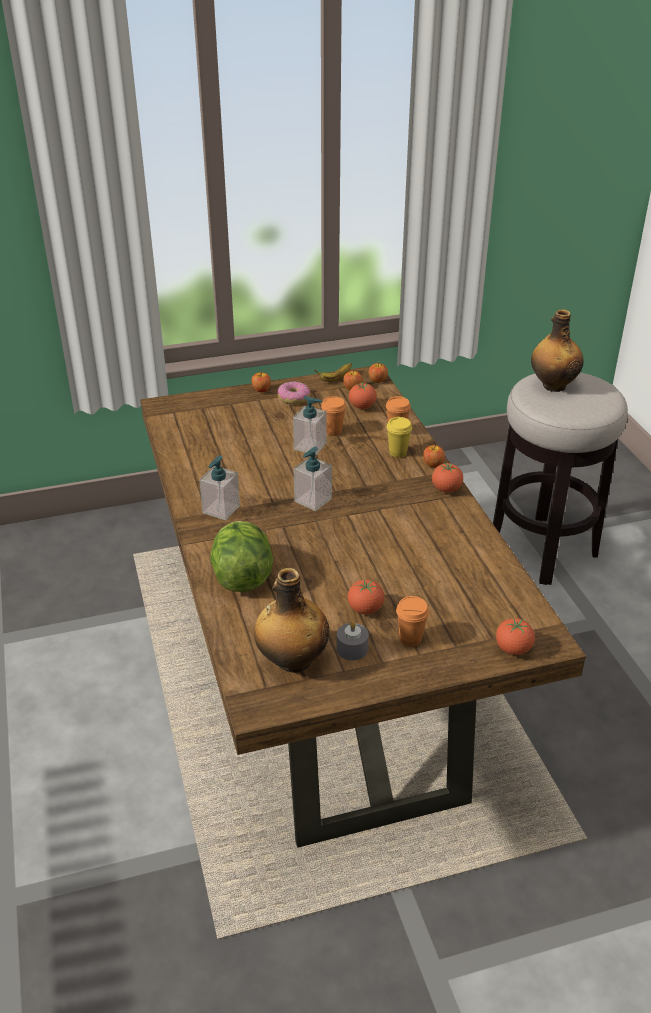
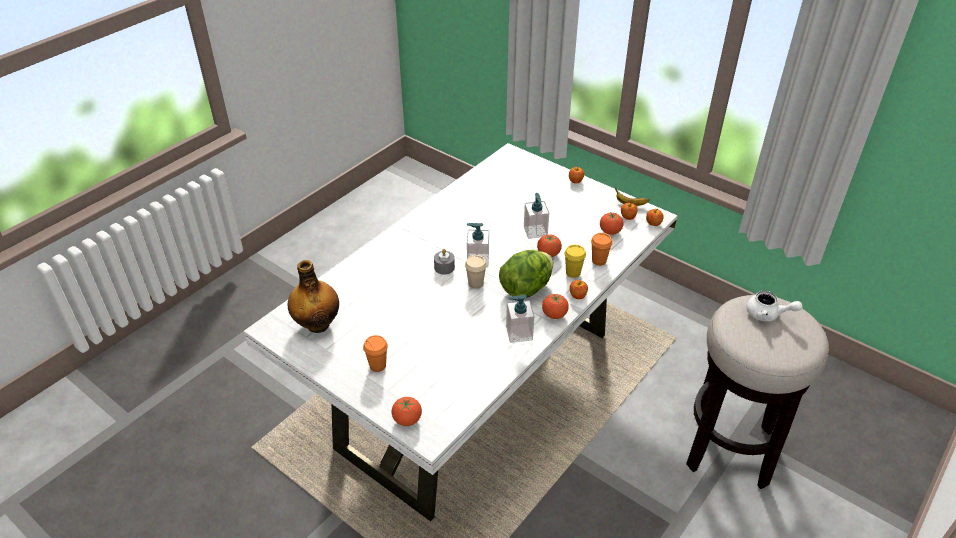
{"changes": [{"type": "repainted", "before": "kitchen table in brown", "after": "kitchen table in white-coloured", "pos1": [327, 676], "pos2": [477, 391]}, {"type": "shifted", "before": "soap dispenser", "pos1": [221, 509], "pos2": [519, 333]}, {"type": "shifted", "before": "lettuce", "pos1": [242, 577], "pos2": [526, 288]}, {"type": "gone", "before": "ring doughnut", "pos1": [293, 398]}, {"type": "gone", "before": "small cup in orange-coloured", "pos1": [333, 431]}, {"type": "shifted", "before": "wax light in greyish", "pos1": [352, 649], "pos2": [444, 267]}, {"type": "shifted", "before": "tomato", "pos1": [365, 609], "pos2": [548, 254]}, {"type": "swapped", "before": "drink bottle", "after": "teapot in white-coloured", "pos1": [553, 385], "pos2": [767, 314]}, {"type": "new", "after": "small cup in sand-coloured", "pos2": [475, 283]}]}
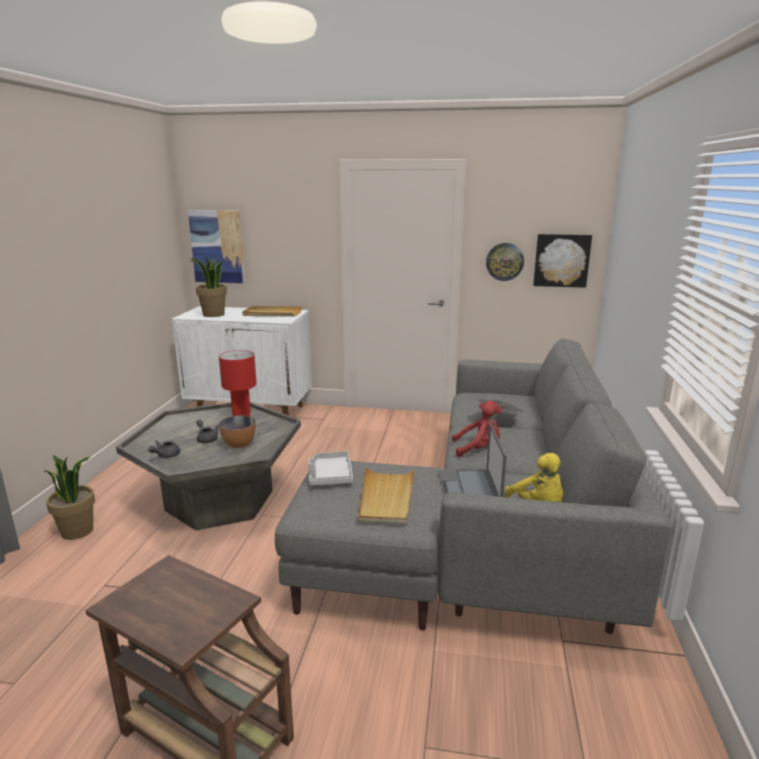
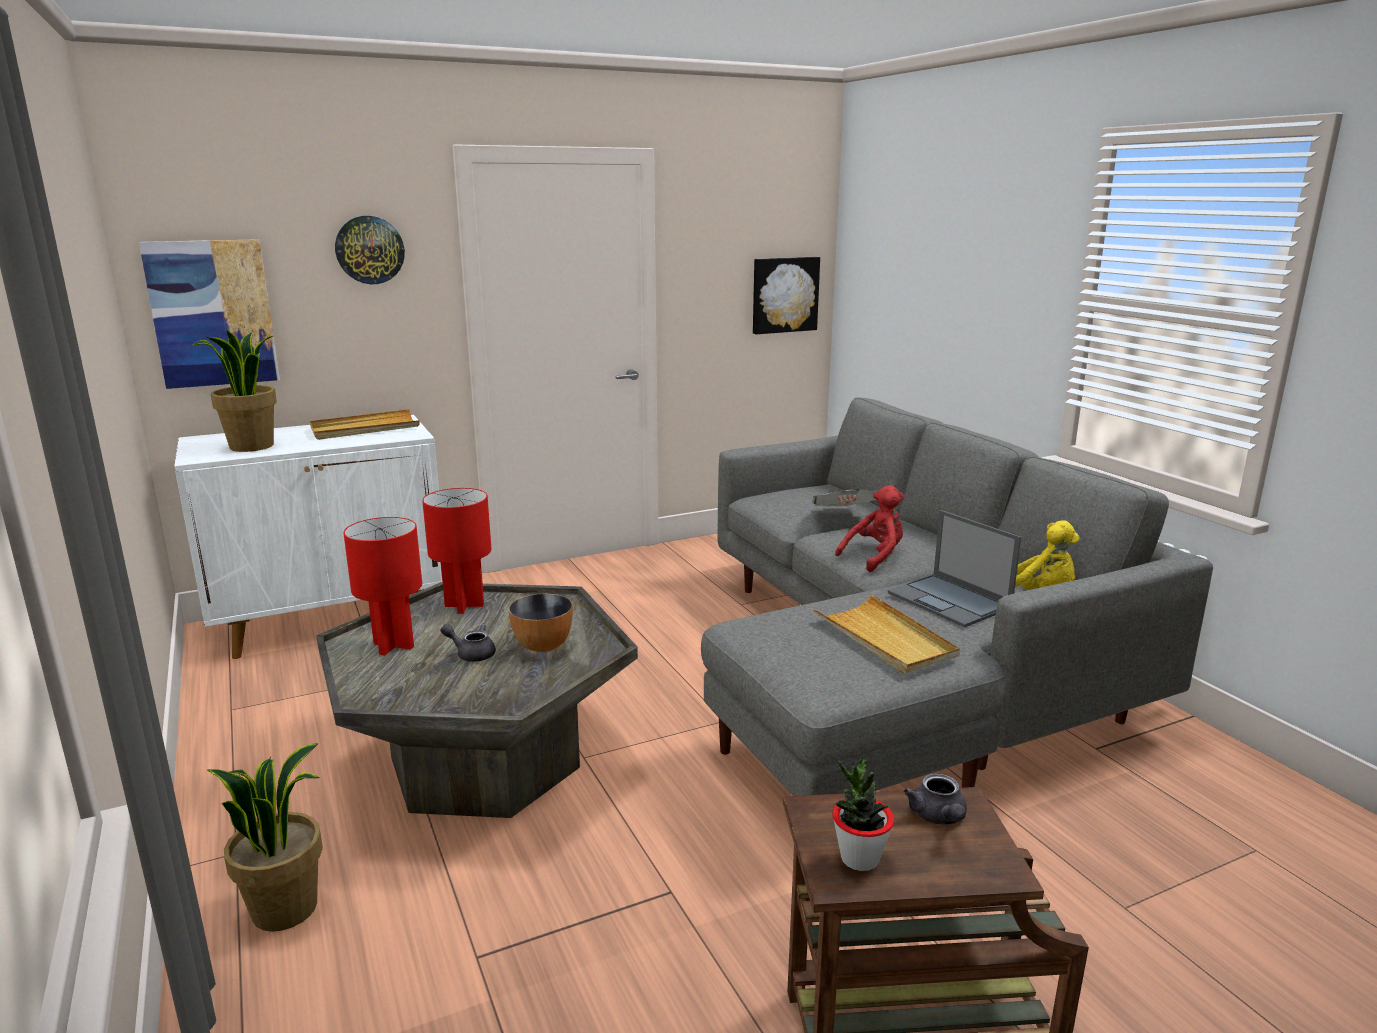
{"changes": [{"type": "shifted", "before": "teapot in greyish", "pos1": [165, 455], "pos2": [939, 817]}, {"type": "gone", "before": "serving tray in greyish", "pos1": [330, 476]}, {"type": "shifted", "before": "wall clock", "pos1": [504, 261], "pos2": [369, 250]}, {"type": "new", "after": "table lamp in red-coloured", "pos2": [394, 645]}, {"type": "new", "after": "potted plant", "pos2": [859, 859]}]}
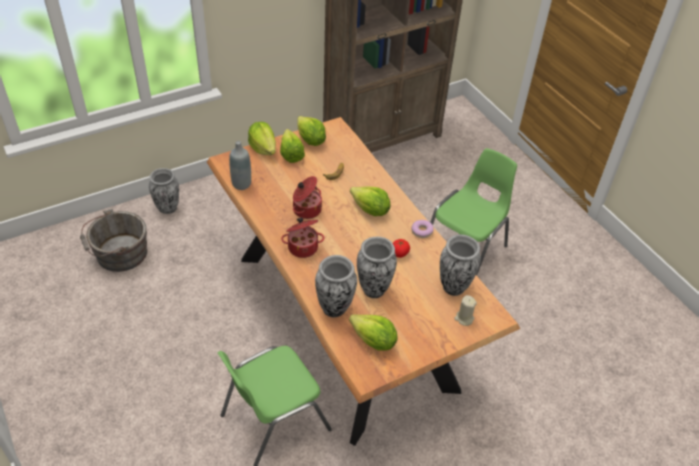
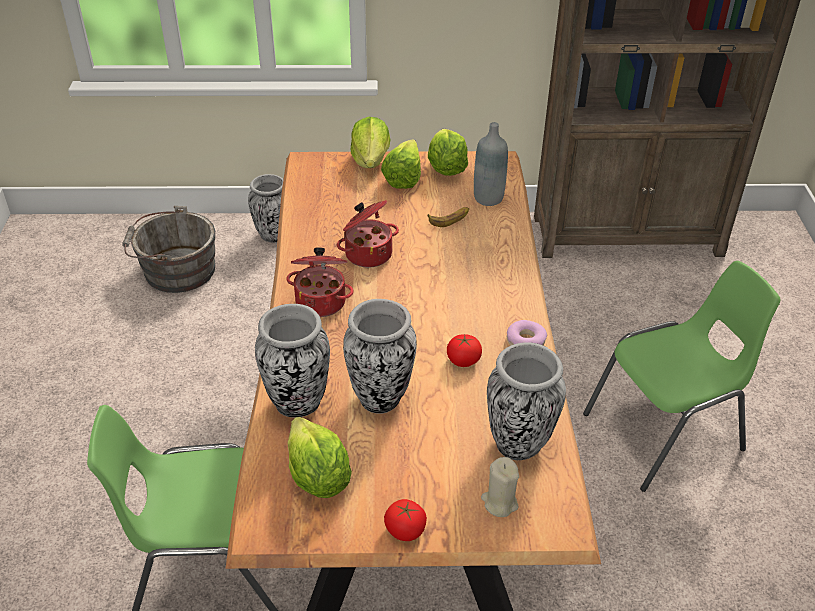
{"changes": [{"type": "shifted", "before": "drink bottle in greyish", "pos1": [241, 184], "pos2": [488, 198]}, {"type": "gone", "before": "lettuce", "pos1": [370, 210]}, {"type": "new", "after": "tomato", "pos2": [405, 530]}]}
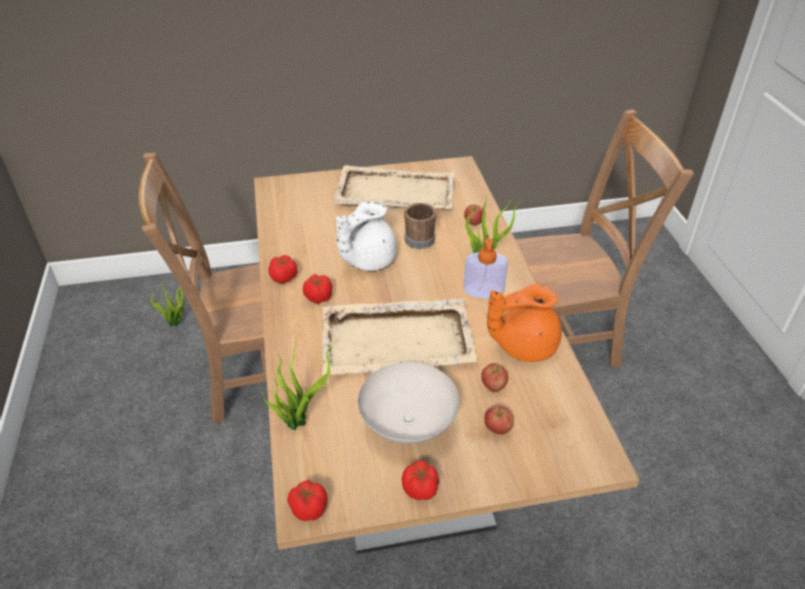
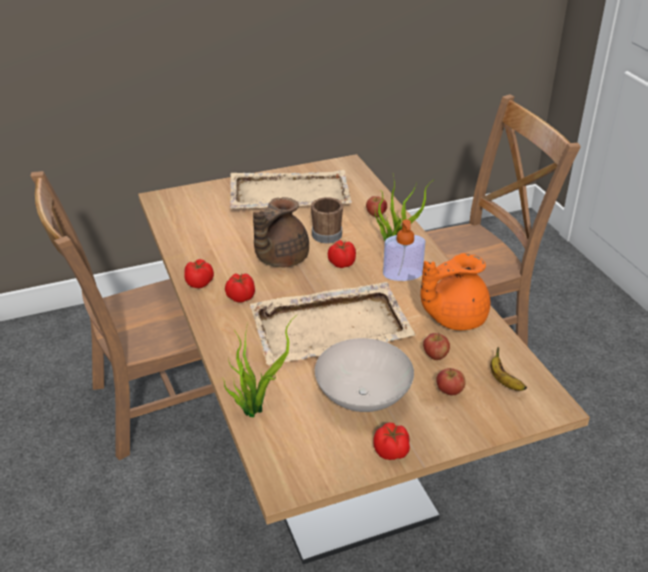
{"changes": [{"type": "gone", "before": "potted plant", "pos1": [176, 322]}, {"type": "shifted", "before": "tomato", "pos1": [308, 509], "pos2": [341, 263]}, {"type": "repainted", "before": "teapot in white-coloured", "after": "teapot in brown", "pos1": [367, 260], "pos2": [279, 258]}, {"type": "new", "after": "banana fruit", "pos2": [504, 381]}]}
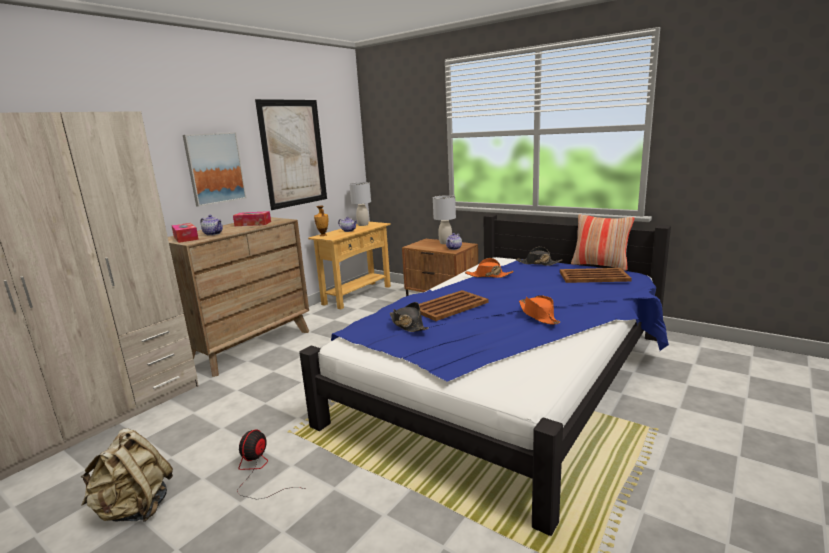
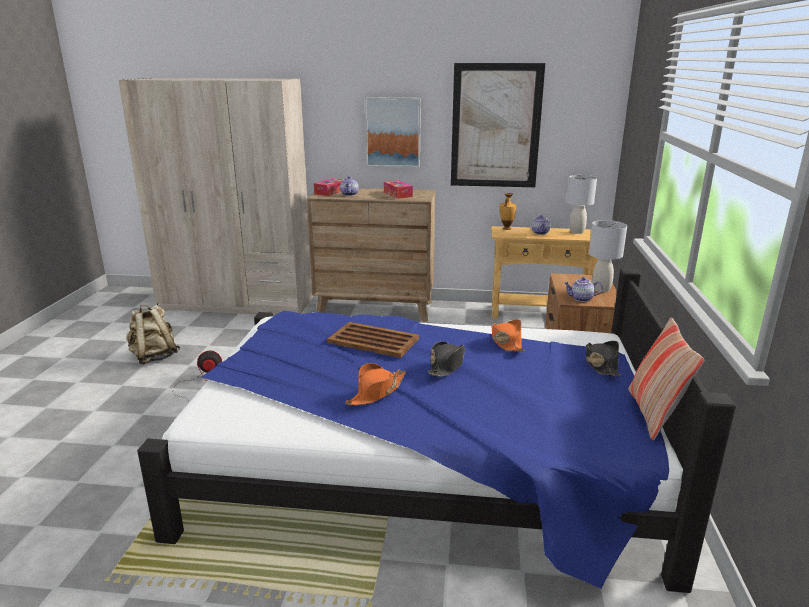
{"changes": [{"type": "shifted", "before": "wearable hat in black", "pos1": [408, 325], "pos2": [447, 365]}, {"type": "gone", "before": "serving tray in brown", "pos1": [594, 276]}]}
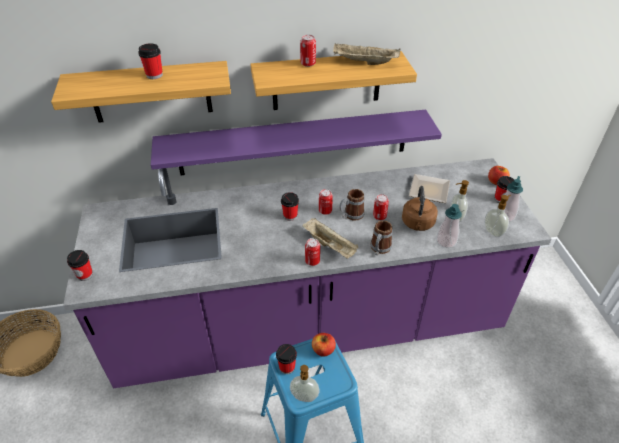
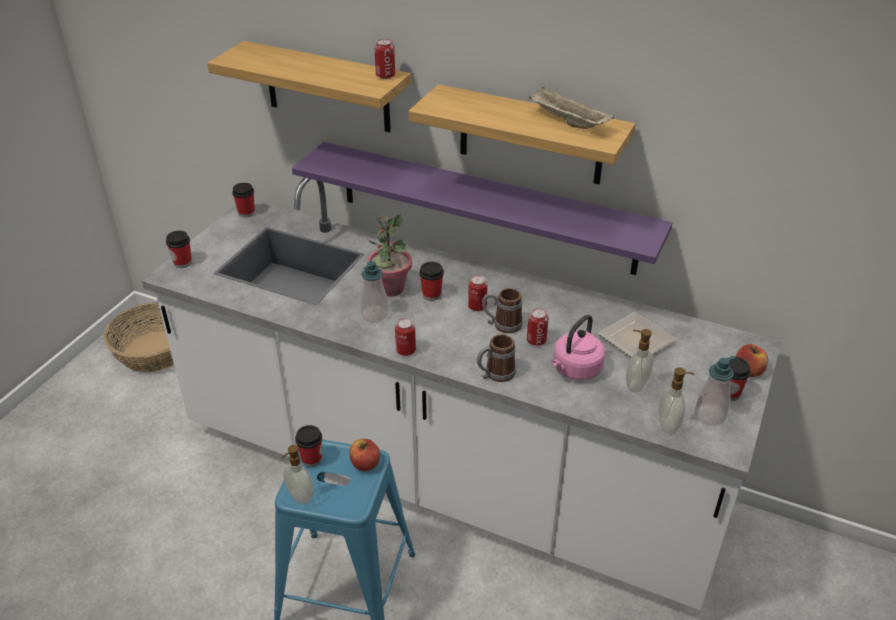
{"changes": [{"type": "repainted", "before": "kitchen counter in purple-coloured", "after": "kitchen counter in white-coloured", "pos1": [309, 326], "pos2": [448, 473]}, {"type": "shifted", "before": "small cup", "pos1": [154, 75], "pos2": [246, 213]}, {"type": "shifted", "before": "metal can", "pos1": [308, 64], "pos2": [385, 76]}, {"type": "gone", "before": "serving tray in sand-coloured", "pos1": [330, 245]}, {"type": "repainted", "before": "water kettle in brown", "after": "water kettle in pink-coloured", "pos1": [417, 224], "pos2": [575, 370]}, {"type": "shifted", "before": "soap dispenser", "pos1": [446, 241], "pos2": [374, 314]}, {"type": "new", "after": "potted plant", "pos2": [390, 288]}]}
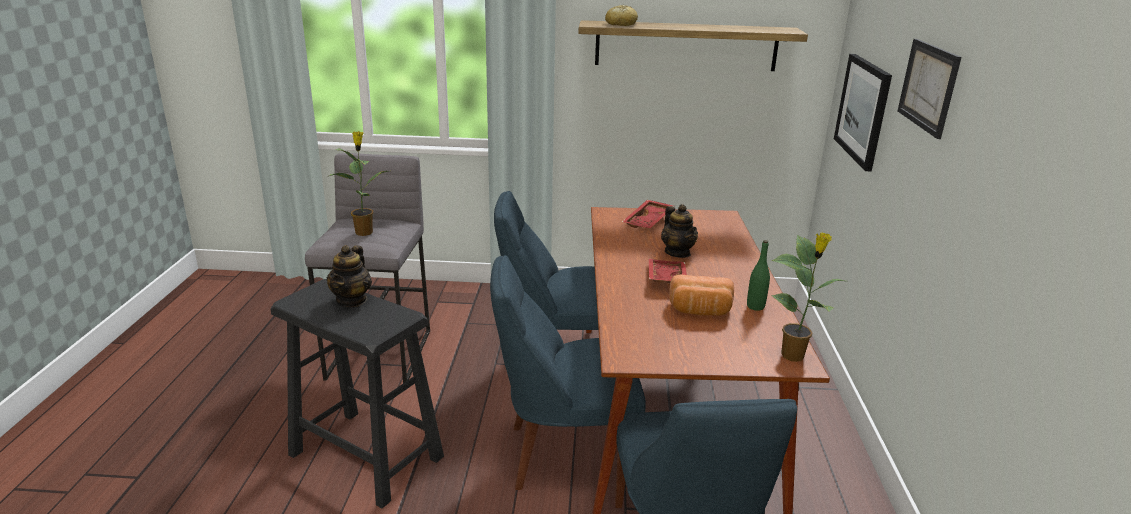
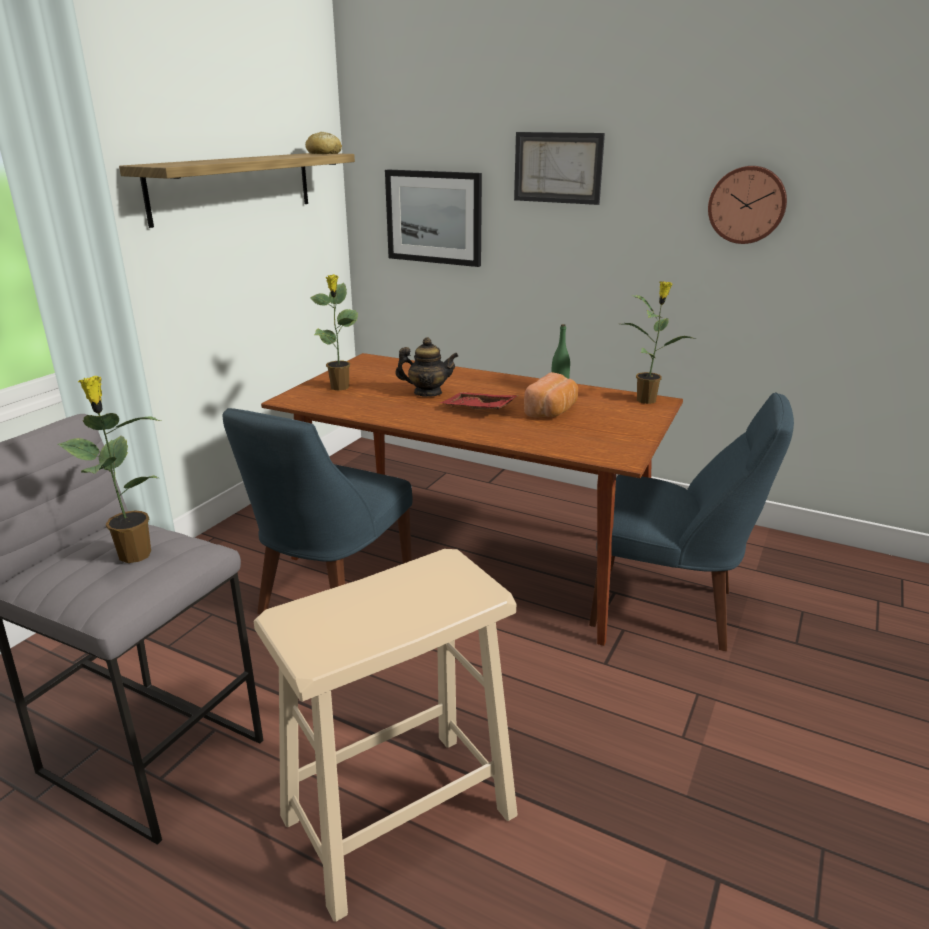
{"changes": [{"type": "repainted", "before": "sitting stool in black", "after": "sitting stool in sand-coloured", "pos1": [367, 456], "pos2": [400, 815]}, {"type": "gone", "before": "teapot", "pos1": [352, 300]}, {"type": "gone", "before": "upright chair in bluish", "pos1": [565, 454]}, {"type": "shifted", "before": "bakery bread", "pos1": [620, 24], "pos2": [324, 153]}, {"type": "swapped", "before": "serving tray in red-coloured", "after": "potted plant", "pos1": [649, 221], "pos2": [340, 387]}, {"type": "new", "after": "wall clock", "pos2": [747, 204]}]}
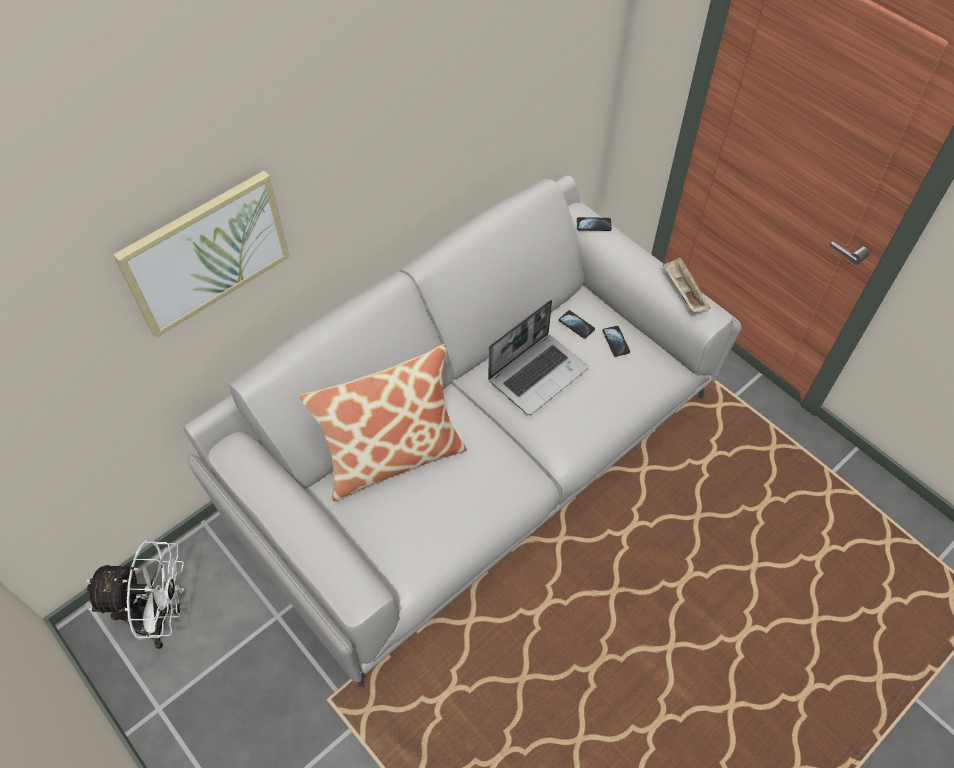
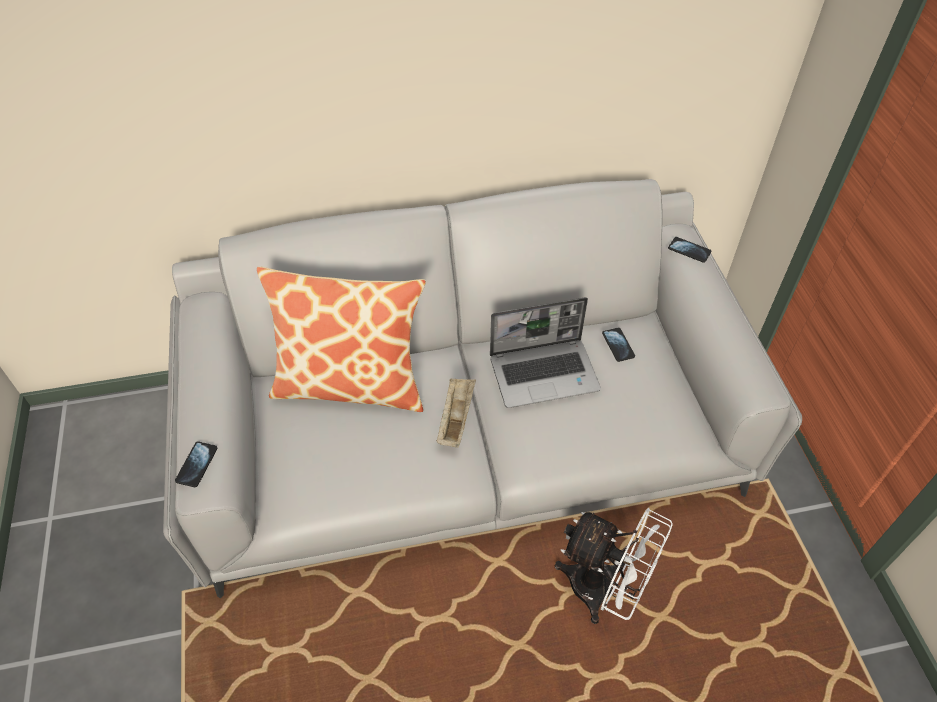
{"changes": [{"type": "shifted", "before": "fan in white-coloured", "pos1": [160, 617], "pos2": [603, 591]}, {"type": "gone", "before": "wall art", "pos1": [206, 253]}, {"type": "shifted", "before": "phone", "pos1": [616, 341], "pos2": [197, 465]}, {"type": "shifted", "before": "serving tray in sand-coloured", "pos1": [683, 292], "pos2": [456, 418]}]}
